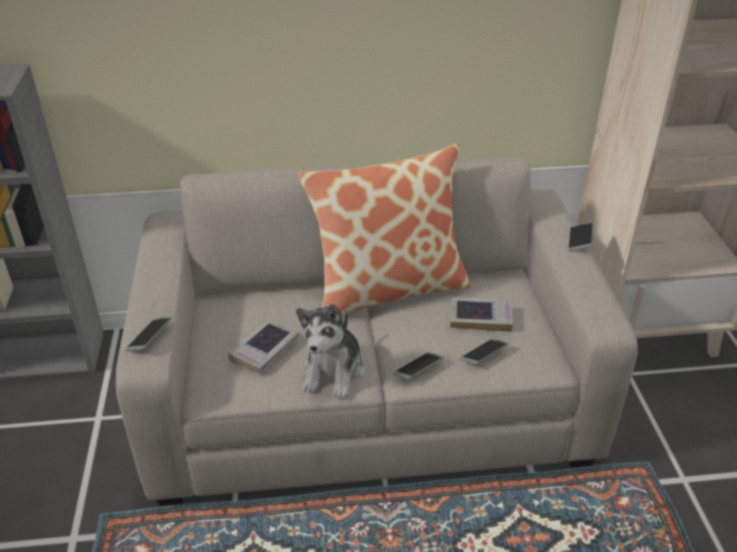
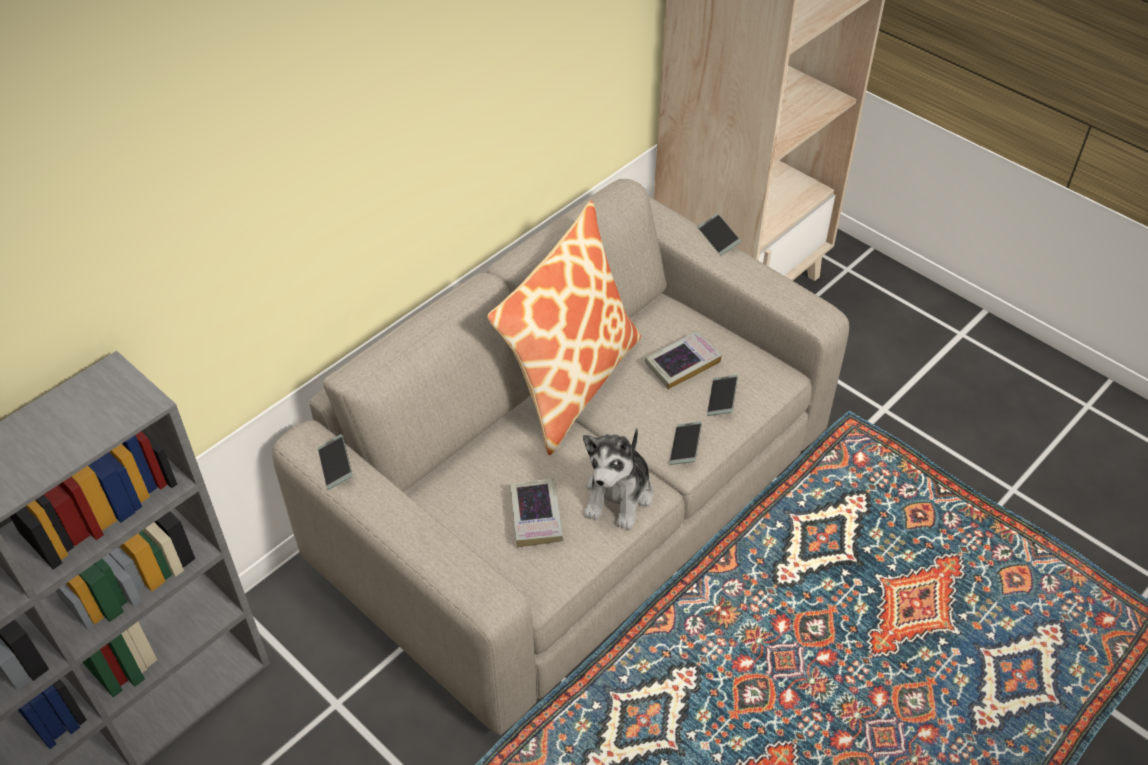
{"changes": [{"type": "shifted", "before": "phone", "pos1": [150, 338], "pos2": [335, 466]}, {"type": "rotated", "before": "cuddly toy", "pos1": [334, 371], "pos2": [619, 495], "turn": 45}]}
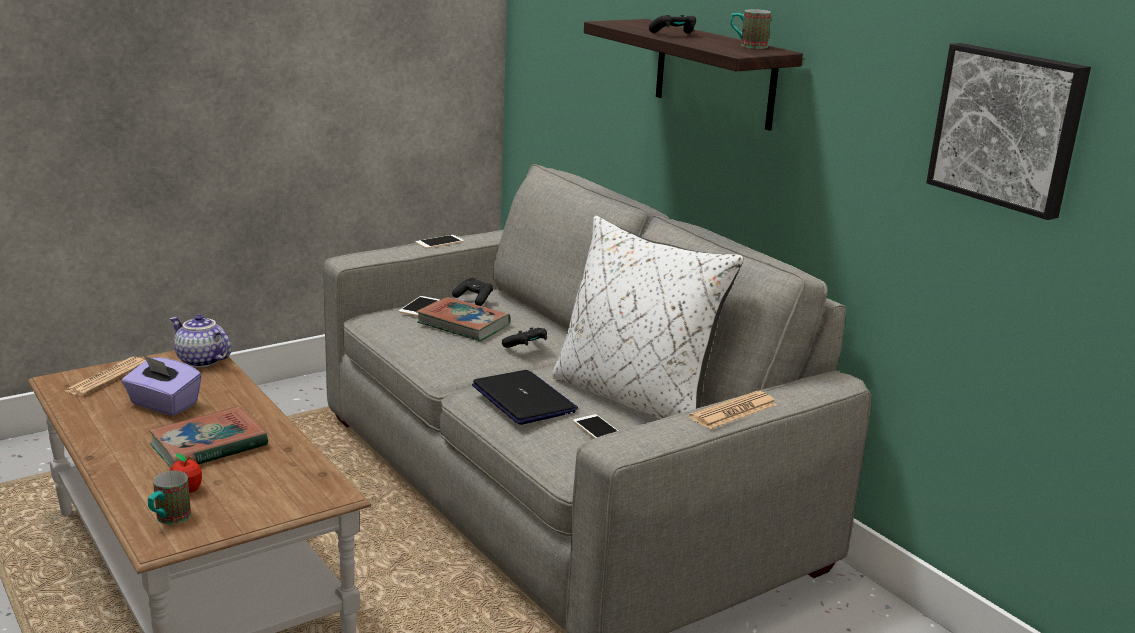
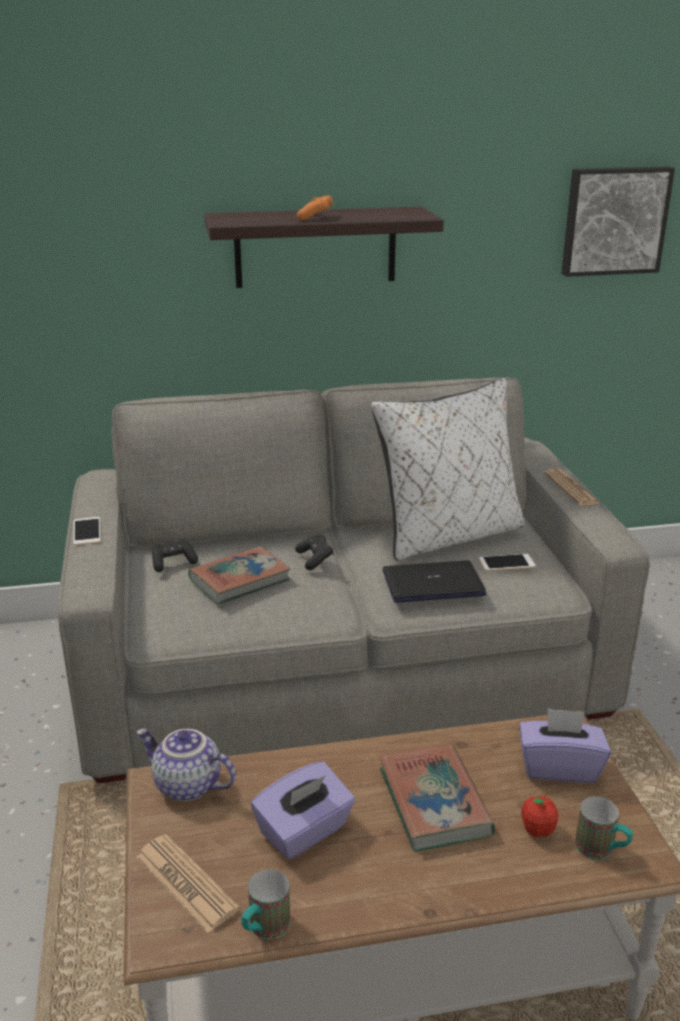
{"changes": [{"type": "rotated", "before": "teapot", "pos1": [200, 361], "pos2": [186, 786], "turn": 60}, {"type": "gone", "before": "phone", "pos1": [419, 306]}, {"type": "repainted", "before": "game controller in black", "after": "game controller in orange-coloured", "pos1": [673, 34], "pos2": [315, 217]}, {"type": "shifted", "before": "mug", "pos1": [747, 46], "pos2": [264, 929]}, {"type": "new", "after": "box of tissues in purple-coloured", "pos2": [559, 767]}]}
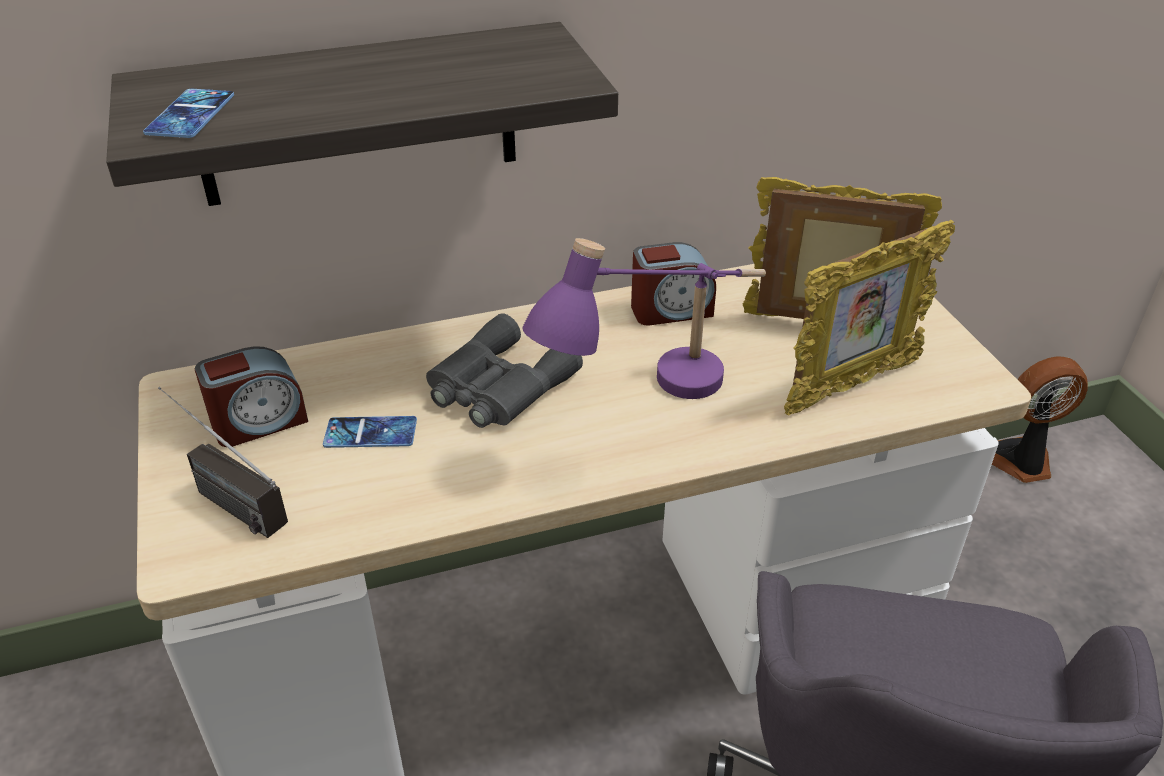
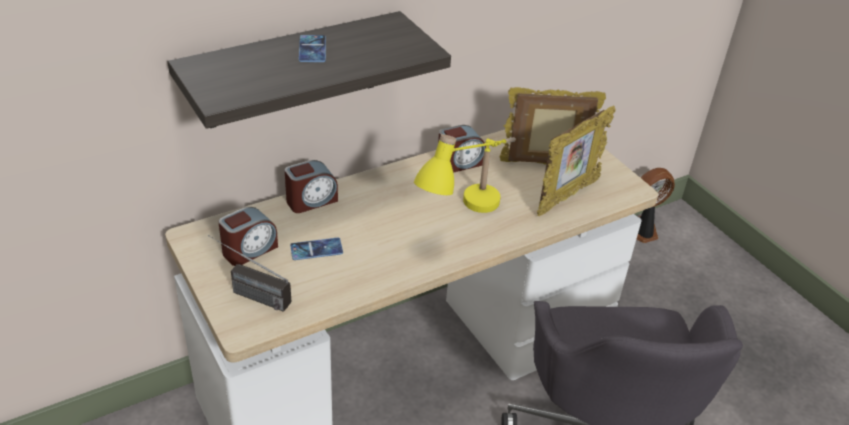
{"changes": [{"type": "shifted", "before": "phone", "pos1": [190, 114], "pos2": [312, 49]}, {"type": "gone", "before": "binoculars in greyish", "pos1": [497, 386]}, {"type": "repainted", "before": "table lamp in purple-coloured", "after": "table lamp in yellowish", "pos1": [655, 400], "pos2": [467, 215]}, {"type": "new", "after": "table clock", "pos2": [311, 201]}]}
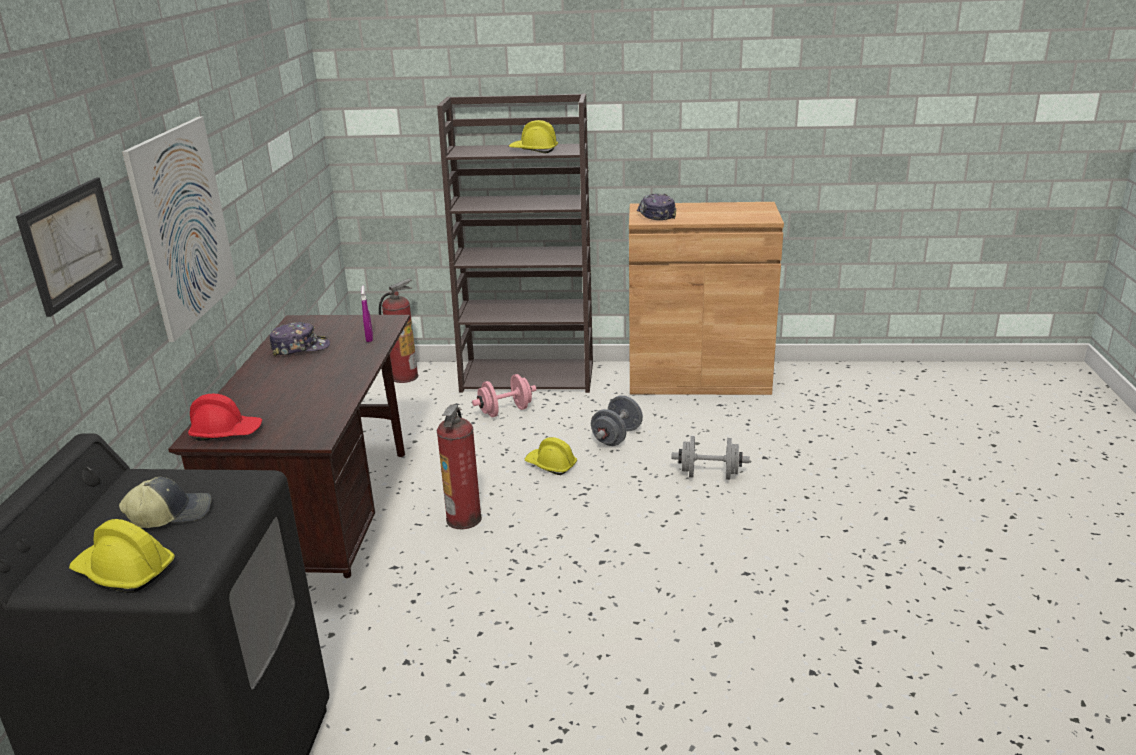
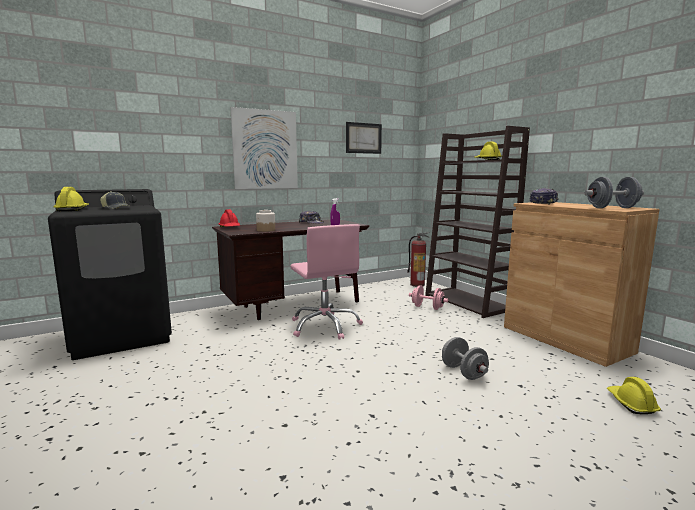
{"changes": [{"type": "shifted", "before": "wall art", "pos1": [71, 244], "pos2": [363, 138]}, {"type": "swapped", "before": "extinguisher", "after": "desk chair in pink-coloured", "pos1": [464, 519], "pos2": [325, 326]}, {"type": "shifted", "before": "safety helmet in yellowish", "pos1": [551, 465], "pos2": [631, 403]}, {"type": "shifted", "before": "hand weight in greyish", "pos1": [617, 437], "pos2": [612, 208]}, {"type": "new", "after": "preserve jar", "pos2": [265, 230]}]}
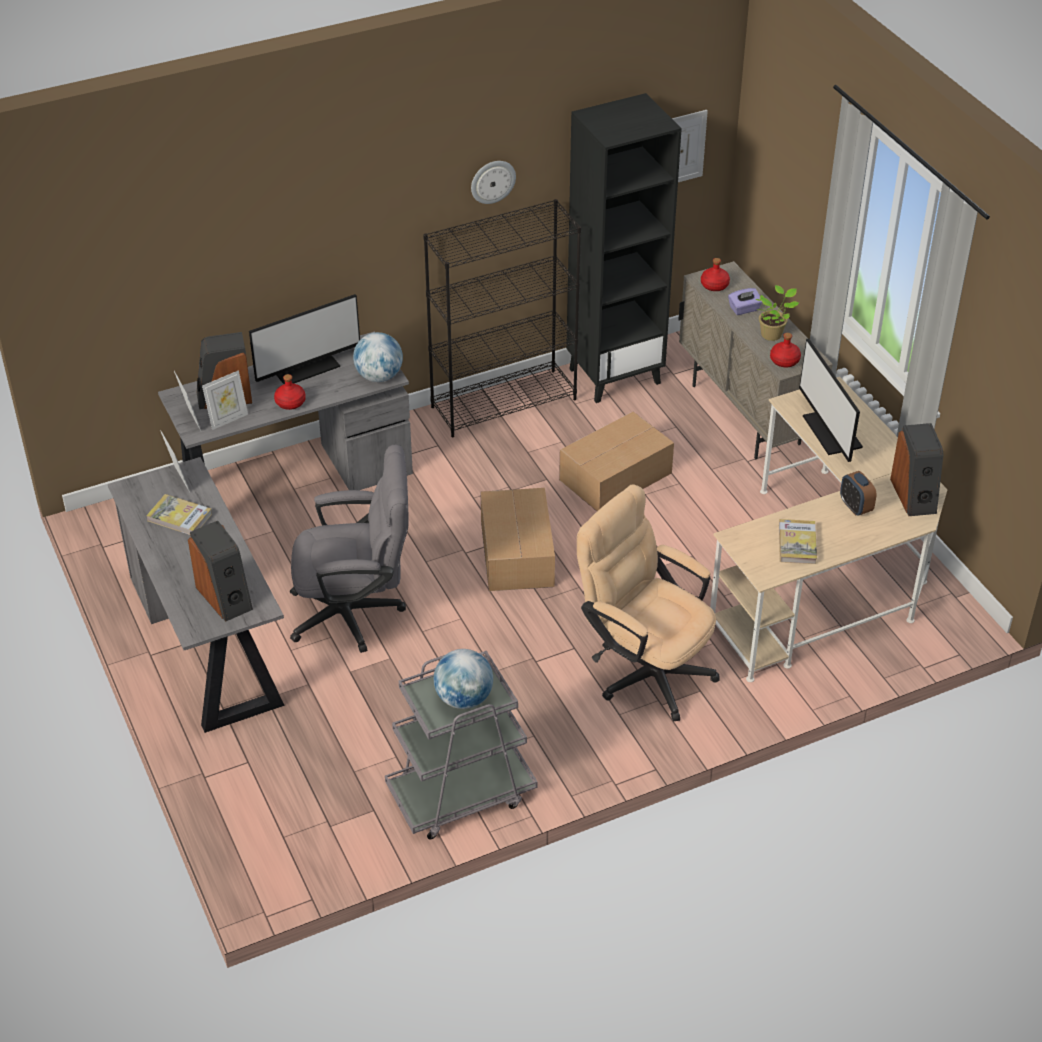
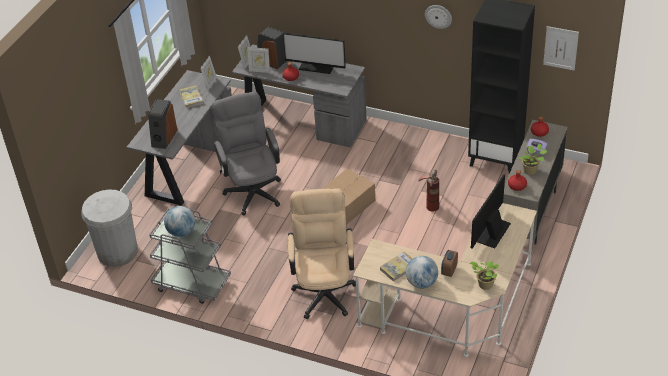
{"changes": [{"type": "rotated", "before": "desk chair in greyish", "pos1": [356, 613], "pos2": [252, 189], "turn": -150}, {"type": "shifted", "before": "world globe", "pos1": [379, 376], "pos2": [421, 283]}, {"type": "gone", "before": "bookcase in black", "pos1": [504, 402]}, {"type": "swapped", "before": "cardboard box", "after": "extinguisher", "pos1": [617, 476], "pos2": [431, 203]}, {"type": "swapped", "before": "loudspeaker", "after": "potted plant", "pos1": [914, 495], "pos2": [484, 285]}, {"type": "new", "after": "trash can in white-coloured", "pos2": [117, 252]}]}
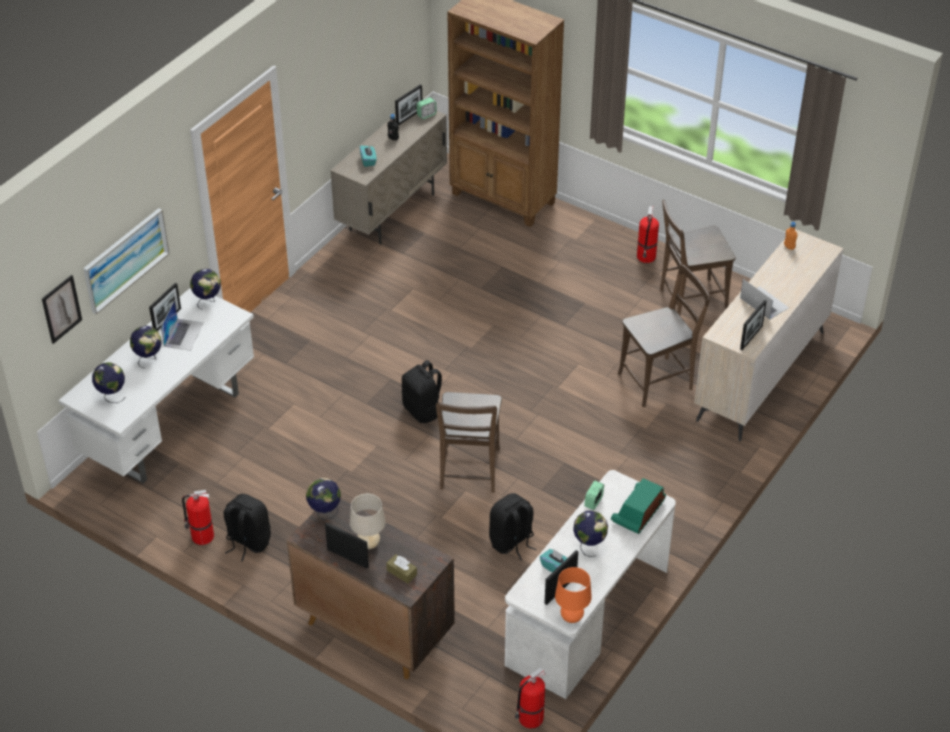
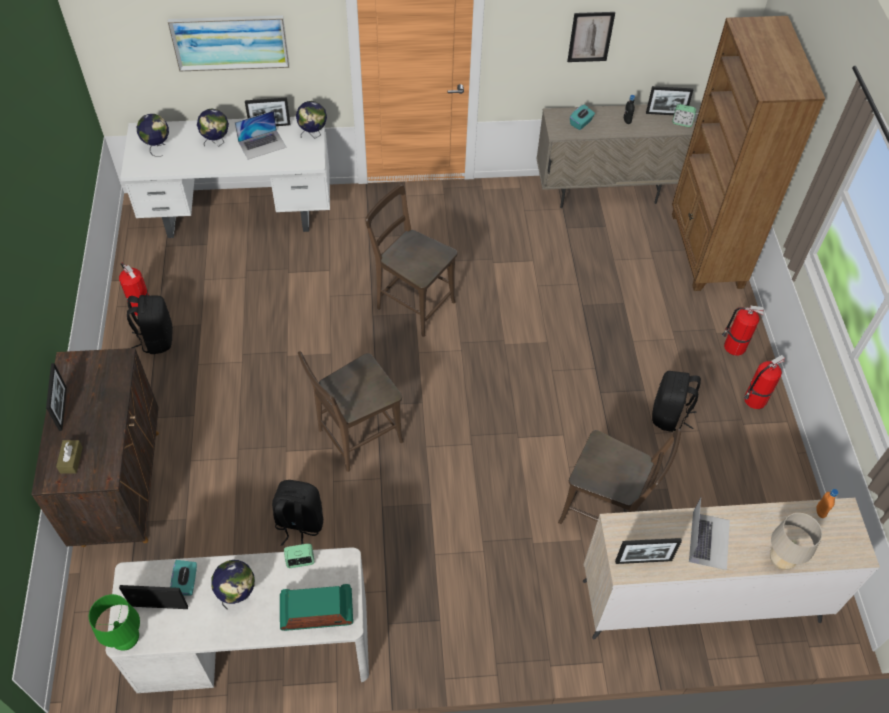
{"changes": [{"type": "shifted", "before": "wall art", "pos1": [61, 309], "pos2": [590, 37]}, {"type": "gone", "before": "world globe", "pos1": [325, 513]}, {"type": "shifted", "before": "table lamp in sand-coloured", "pos1": [369, 544], "pos2": [780, 561]}, {"type": "shifted", "before": "knapsack in black", "pos1": [423, 410], "pos2": [669, 415]}, {"type": "shifted", "before": "extinguisher", "pos1": [530, 718], "pos2": [733, 346]}, {"type": "repainted", "before": "table lamp in orange-coloured", "after": "table lamp in green", "pos1": [571, 618], "pos2": [127, 640]}, {"type": "shifted", "before": "upright chair in brown", "pos1": [689, 300], "pos2": [412, 303]}]}
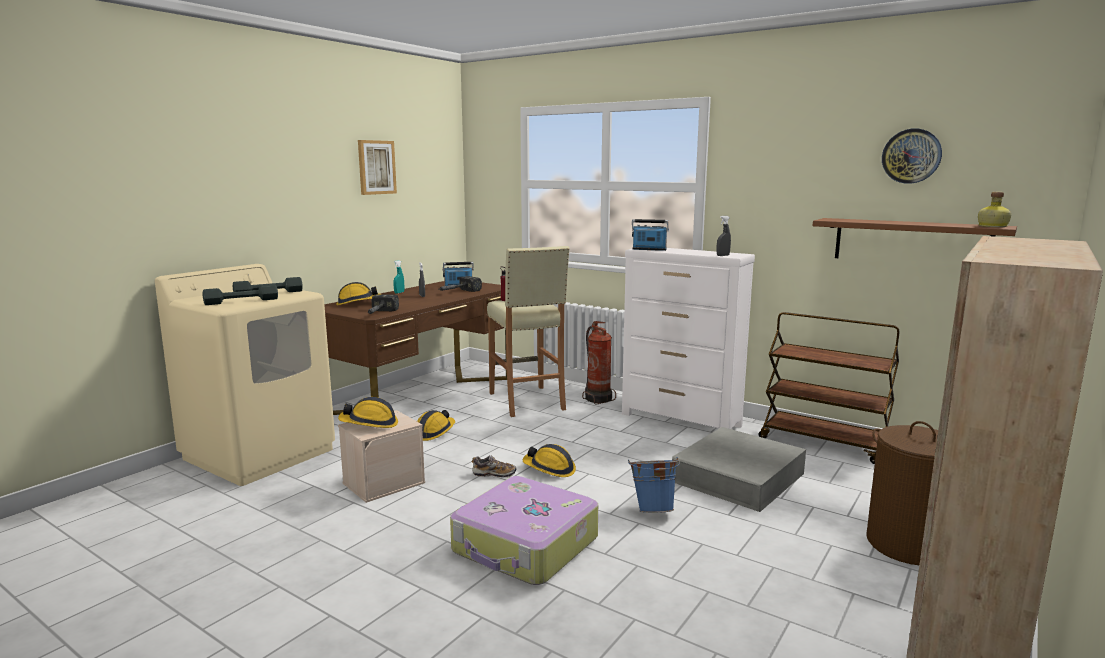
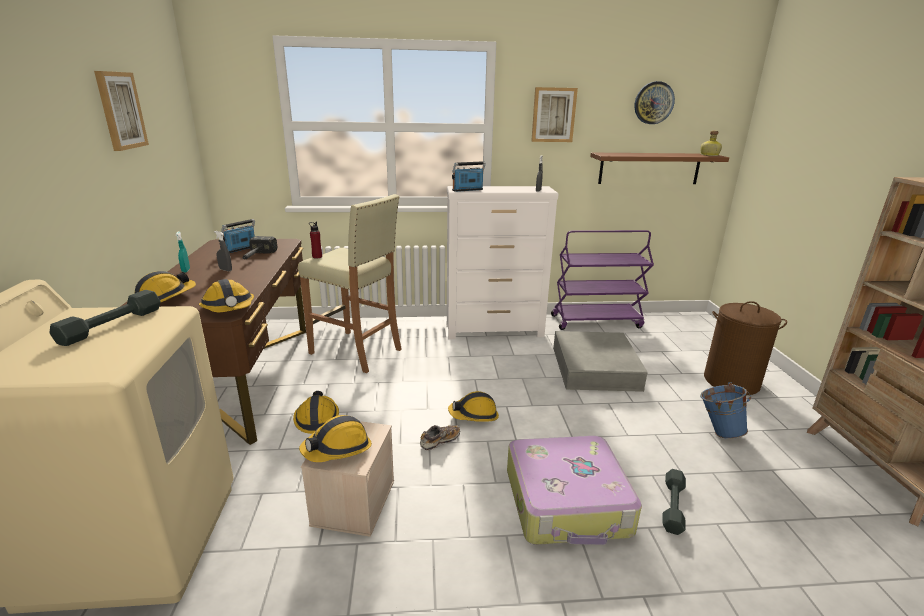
{"changes": [{"type": "shifted", "before": "hand weight in greyish", "pos1": [241, 301], "pos2": [673, 506]}, {"type": "swapped", "before": "hand hammer", "after": "safety helmet", "pos1": [378, 314], "pos2": [229, 308]}, {"type": "gone", "before": "extinguisher", "pos1": [598, 398]}, {"type": "shifted", "before": "pail in bluish", "pos1": [653, 510], "pos2": [718, 431]}, {"type": "repainted", "before": "trolley in brown", "after": "trolley in purple-coloured", "pos1": [824, 443], "pos2": [596, 321]}, {"type": "new", "after": "wall art", "pos2": [553, 115]}]}
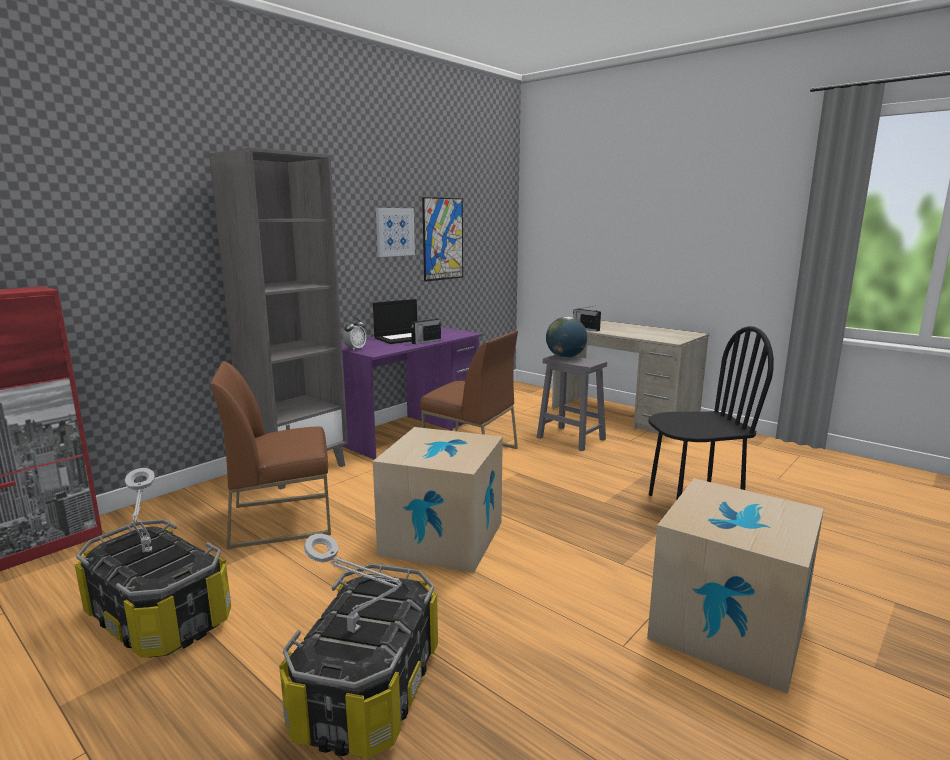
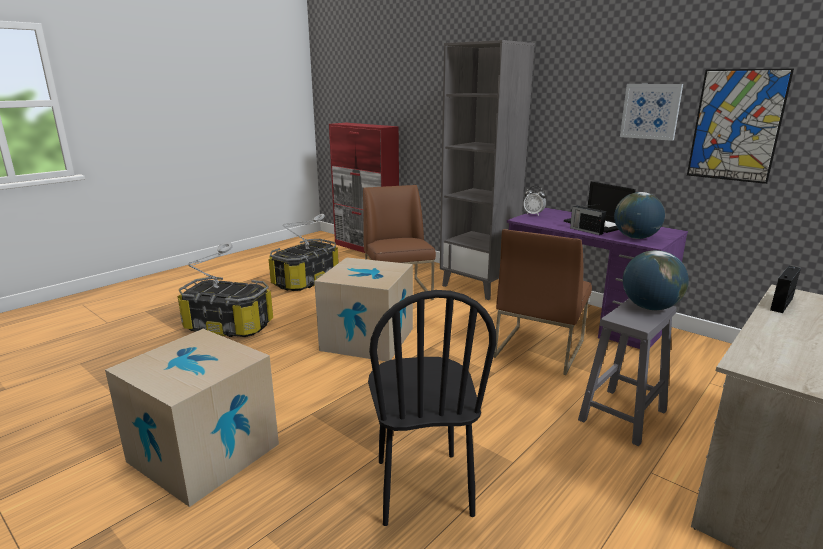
{"changes": [{"type": "new", "after": "world globe", "pos2": [636, 238]}]}
